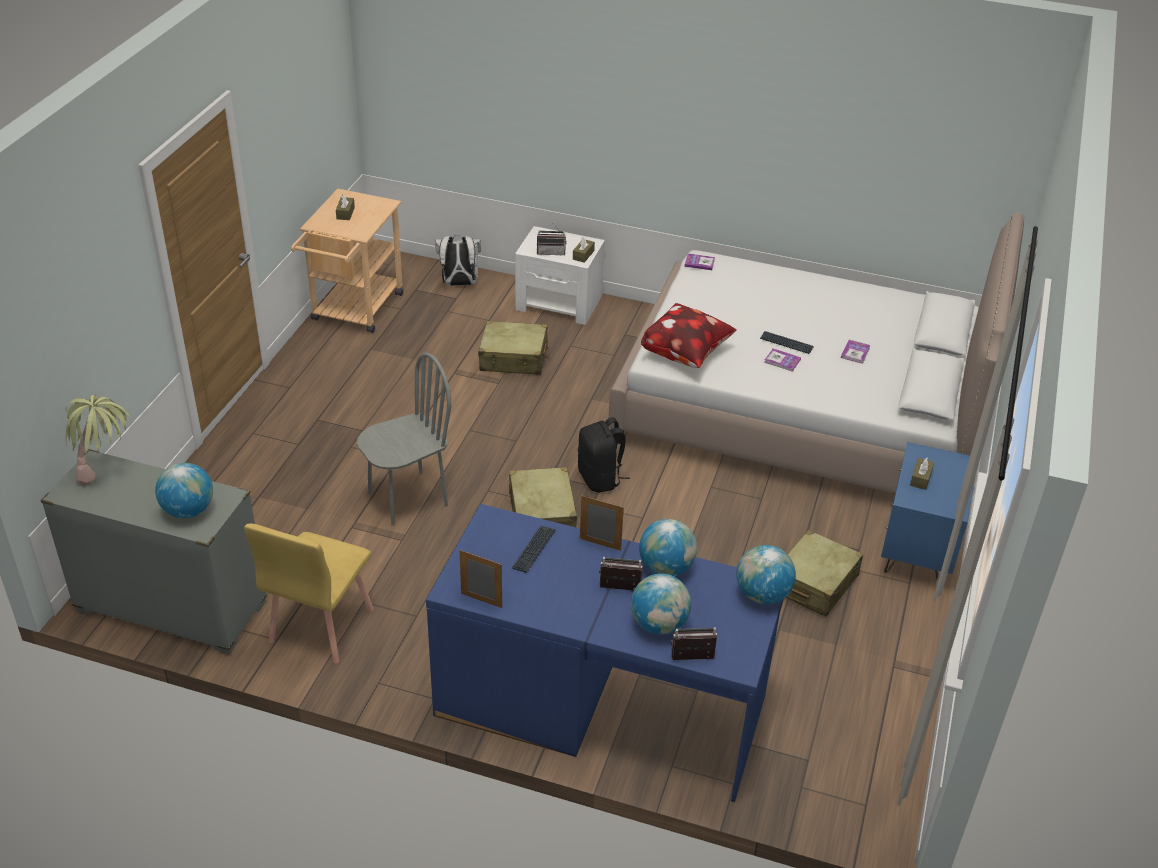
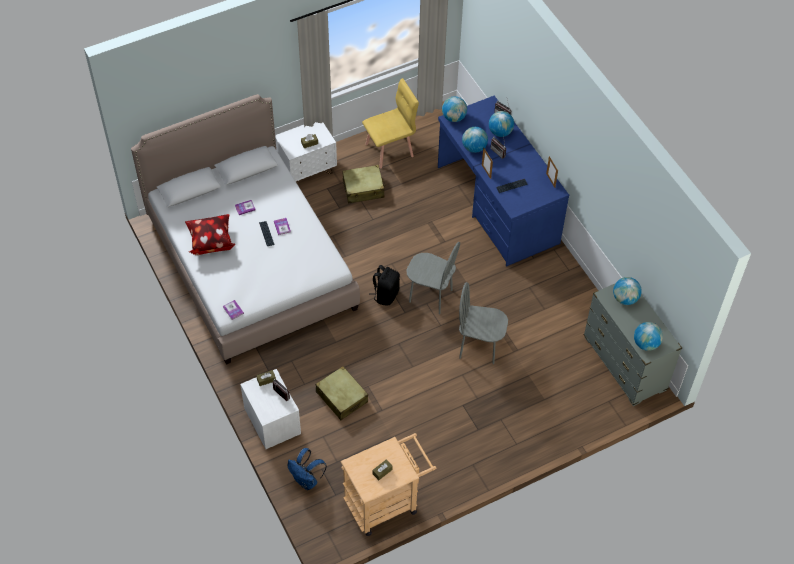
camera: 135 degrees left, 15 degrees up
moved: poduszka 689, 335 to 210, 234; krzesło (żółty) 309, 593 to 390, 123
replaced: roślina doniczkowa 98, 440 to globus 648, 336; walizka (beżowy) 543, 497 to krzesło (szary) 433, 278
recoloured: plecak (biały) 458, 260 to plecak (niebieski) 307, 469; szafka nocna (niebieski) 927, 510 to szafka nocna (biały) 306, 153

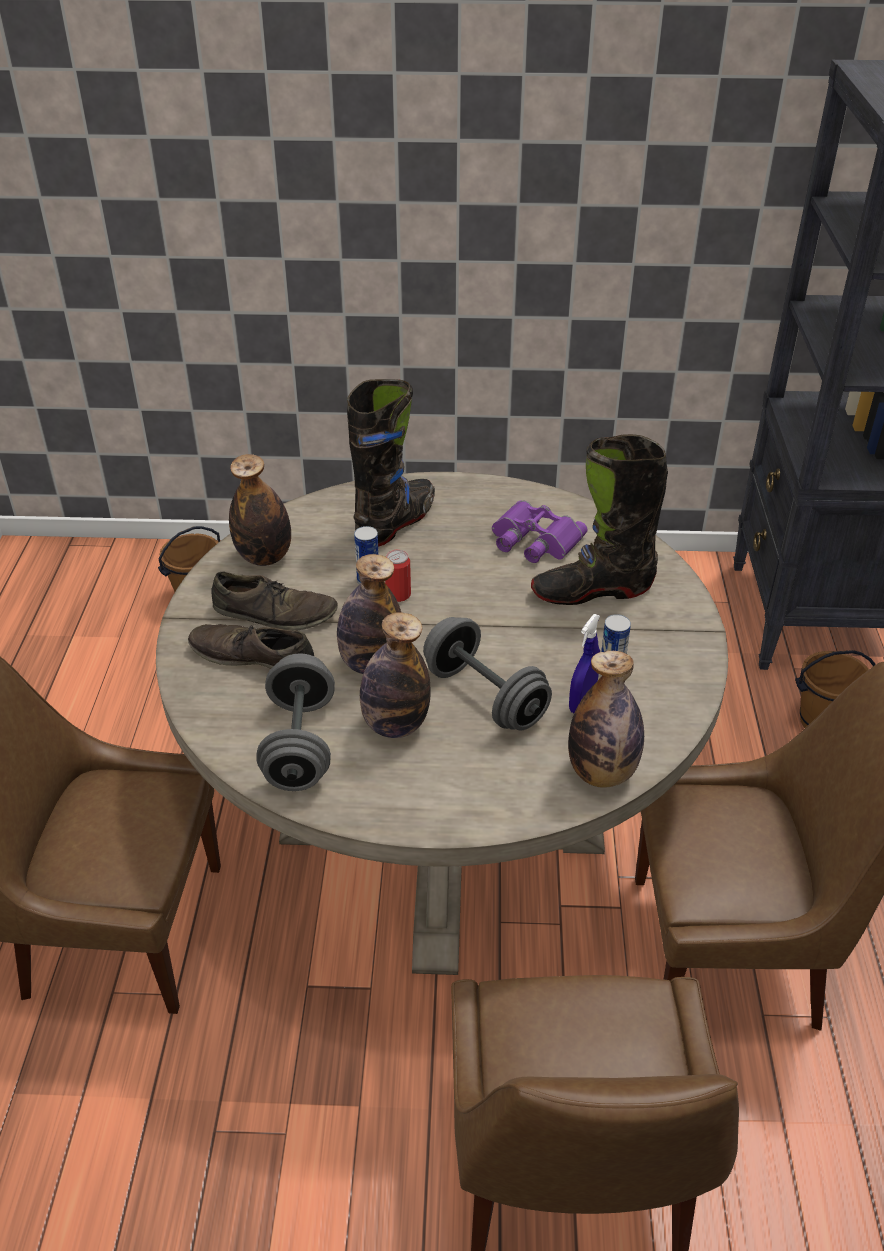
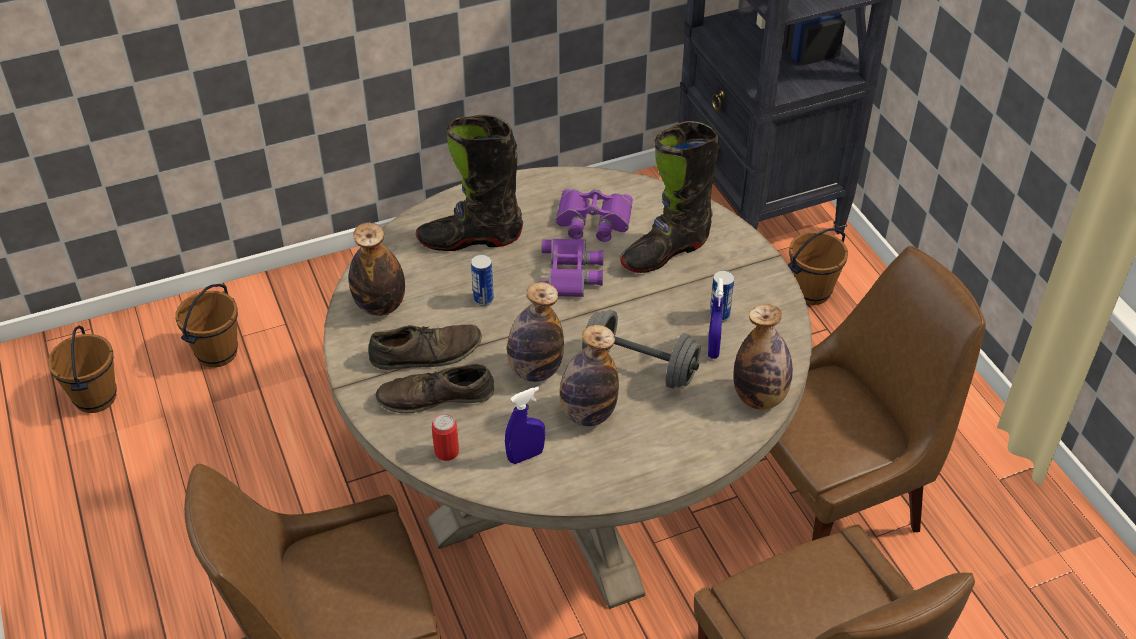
camera: 25 degrees left, 5 degrees up
added: lornetka (fioletowy) 571, 267; wiadro (brązowy) 82, 369
moved: puszka 398, 576 to 445, 437
replaced: hantel (szary) 295, 722 to spryskiwacz (niebieski) 525, 425
turned: but z cholewką (czarny) 391, 463 = 469, 183 105 degrees counterclockwise

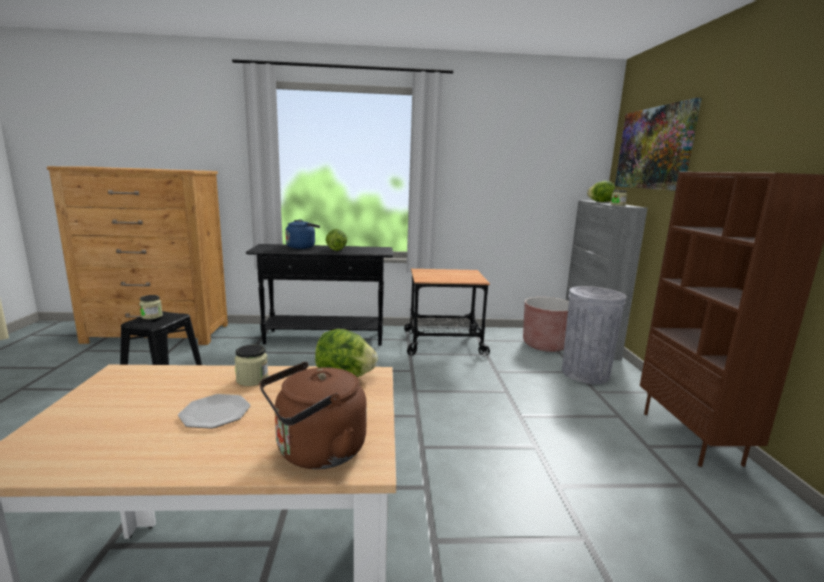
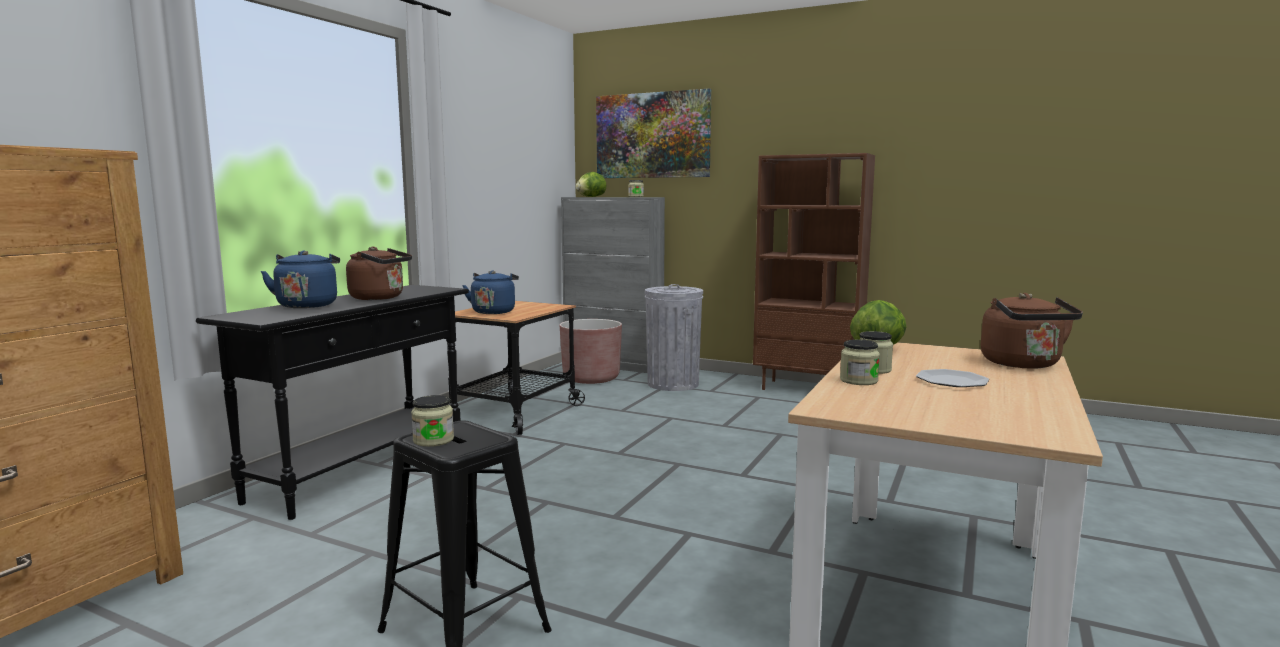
camera: 60 degrees left, 5 degrees down
added: czajnik (niebieski) 490, 292; słoik 860, 362
replaced: sałata 336, 240 to czajnik (brązowy) 379, 273

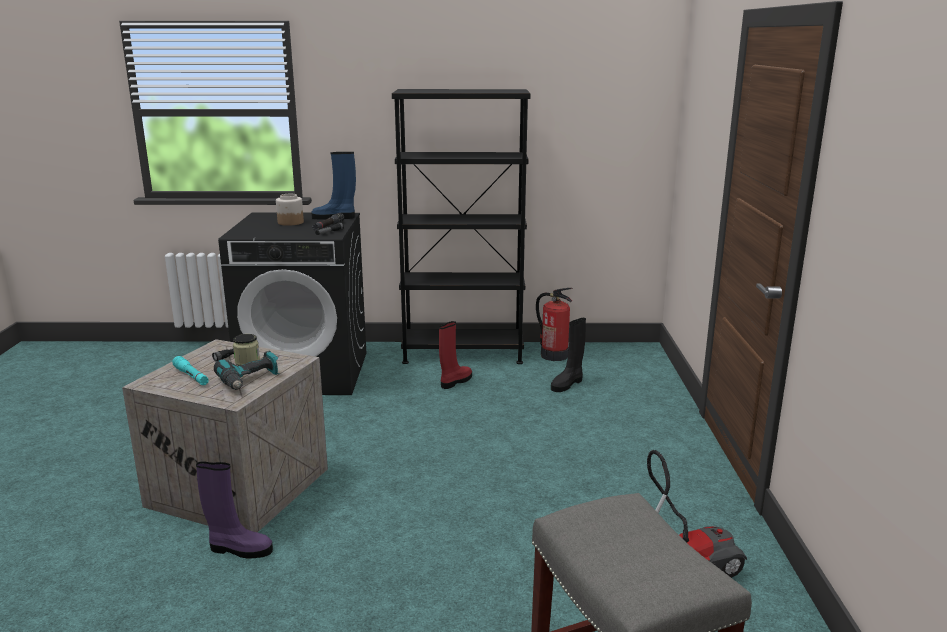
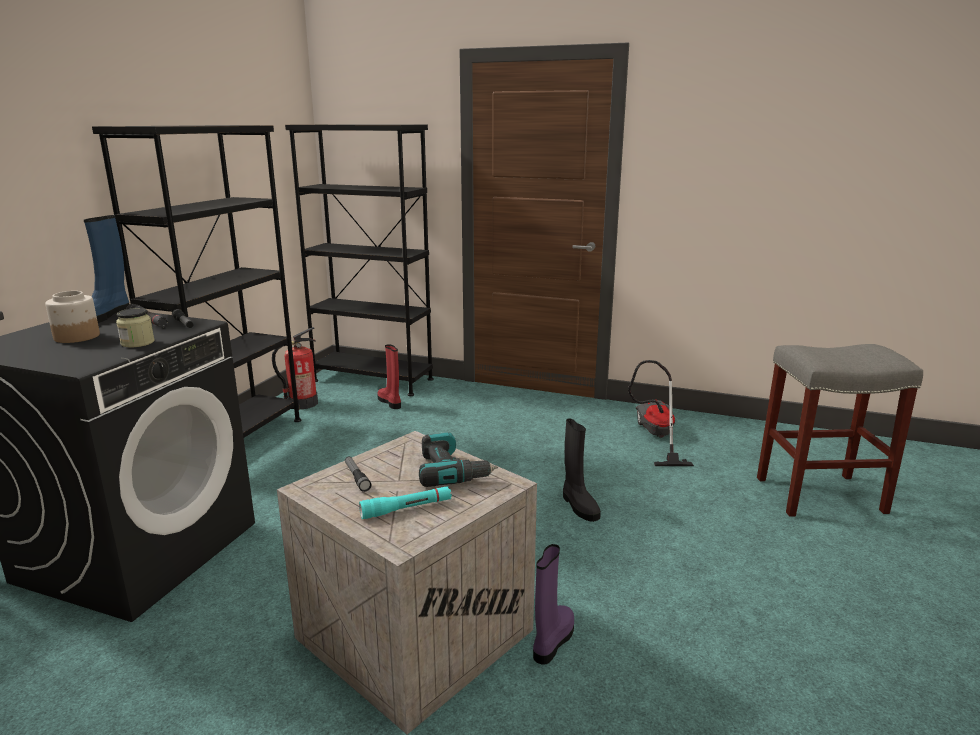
camera: 70 degrees left, 0 degrees up
added: regał (czarny) 359, 260
moved: but z cholewką (czarny) 568, 355 to 582, 470; but z cholewką (czerwony) 455, 355 to 389, 376; słoik 246, 349 to 135, 328

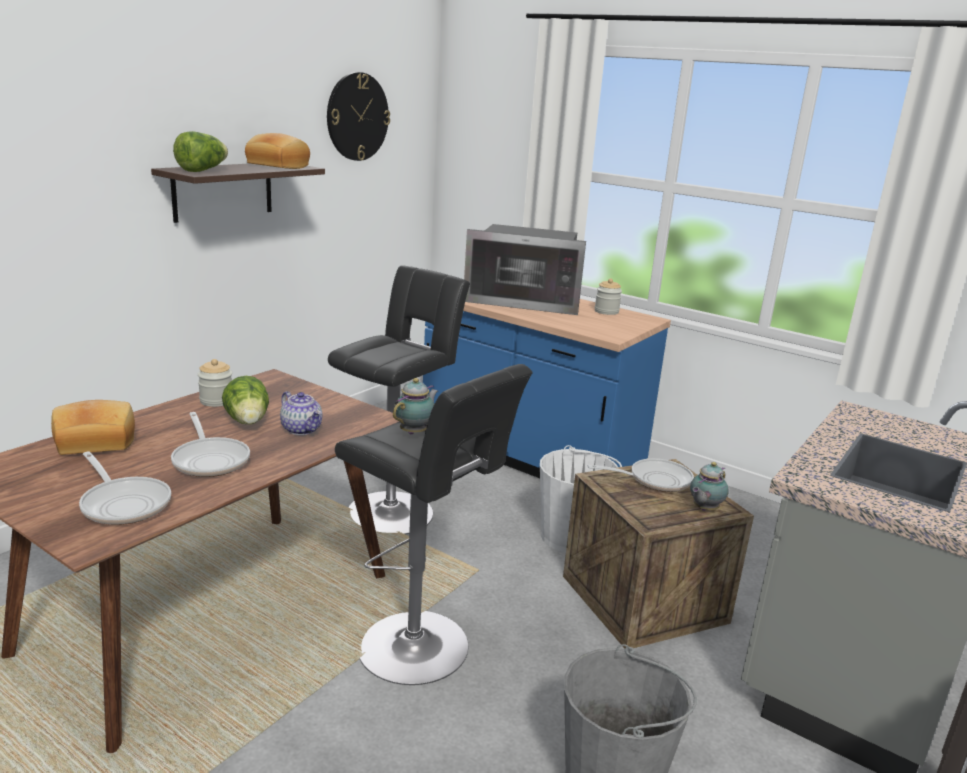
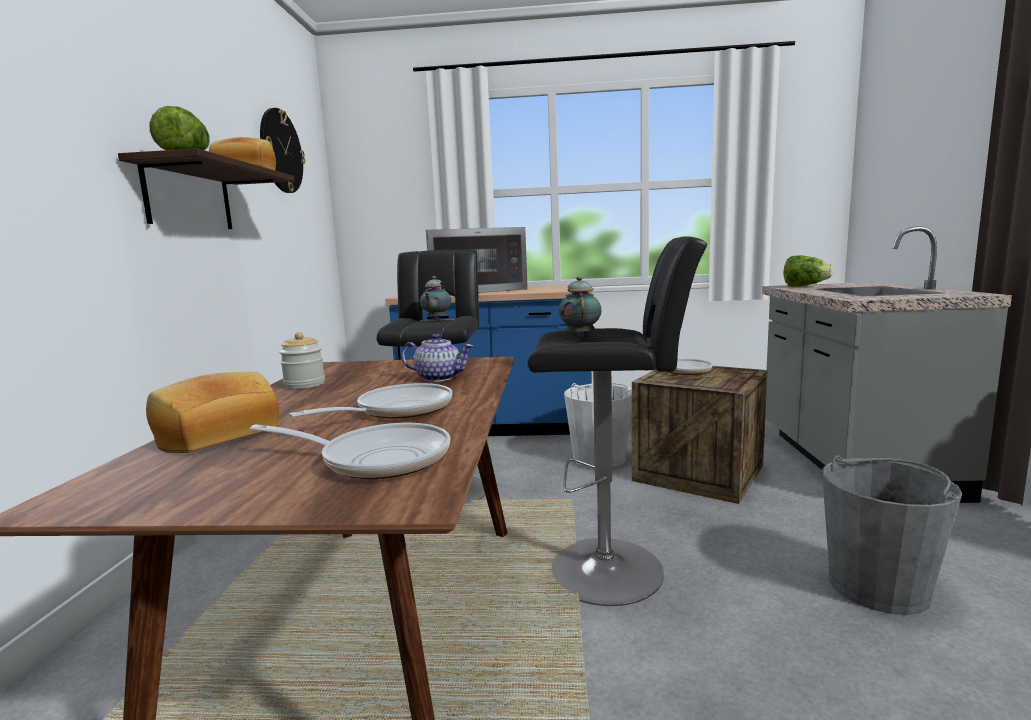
camera: 30 degrees left, 10 degrees down
removed: słoik 608, 297
moved: sałata 245, 400 to 808, 270; imbryk 709, 486 to 435, 298
turned: patelnia 210, 444 = 370, 401 75 degrees counterclockwise

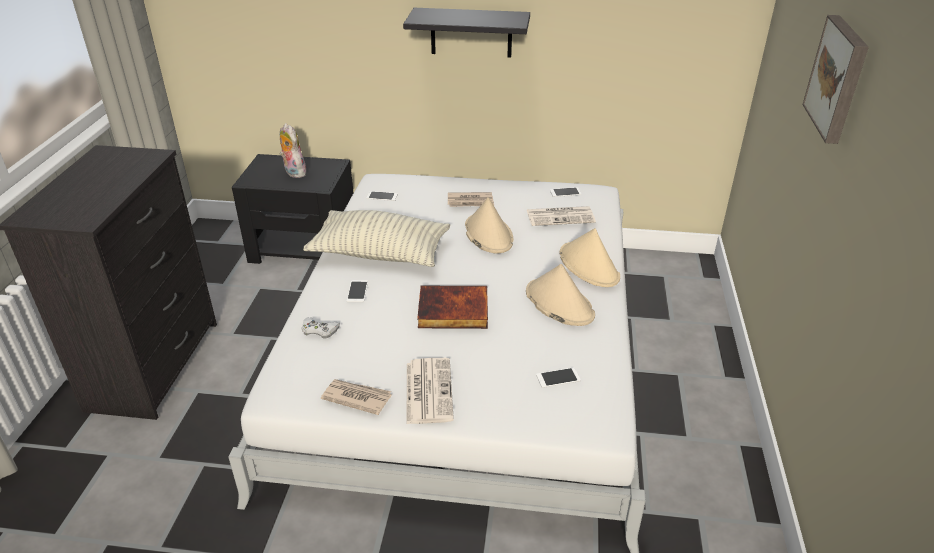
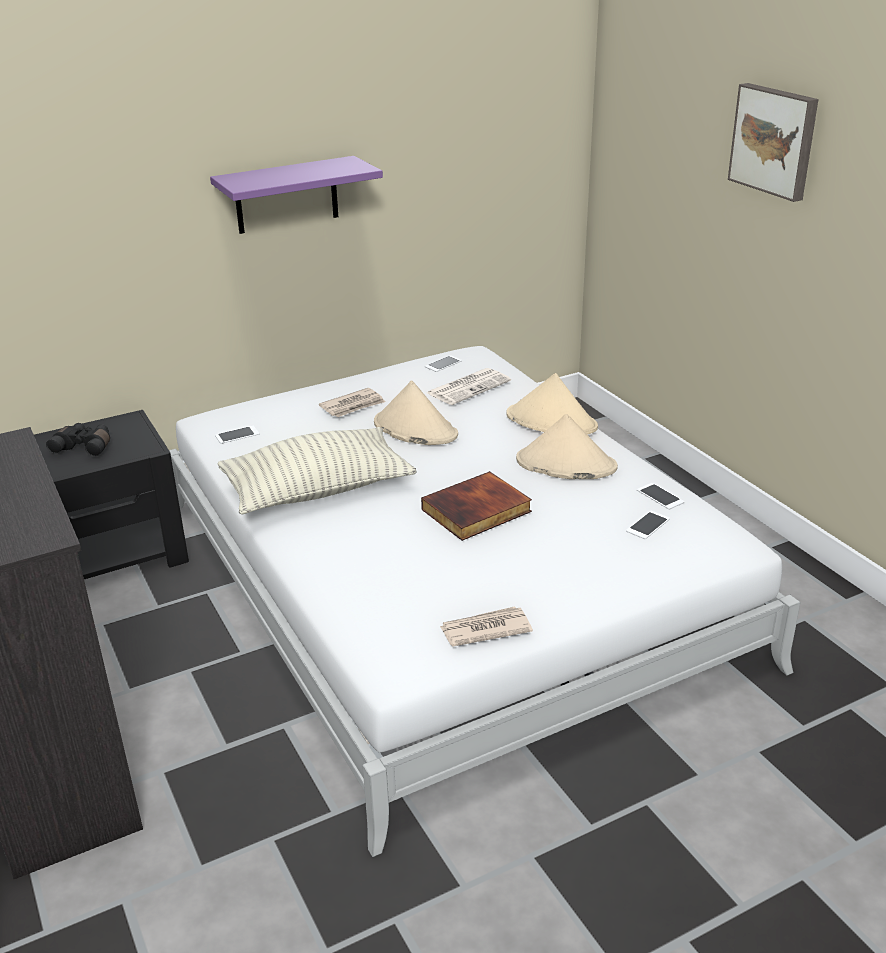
camera: 35 degrees left, 5 degrees down
removed: pad do gier (biały) 320, 327; gazeta 430, 391
moved: telefon 357, 291 to 660, 496
replaced: pluszak 292, 150 to lornetka (czarny) 78, 440
recoloured: półka (czarny) 466, 33 to półka (fioletowy) 296, 195

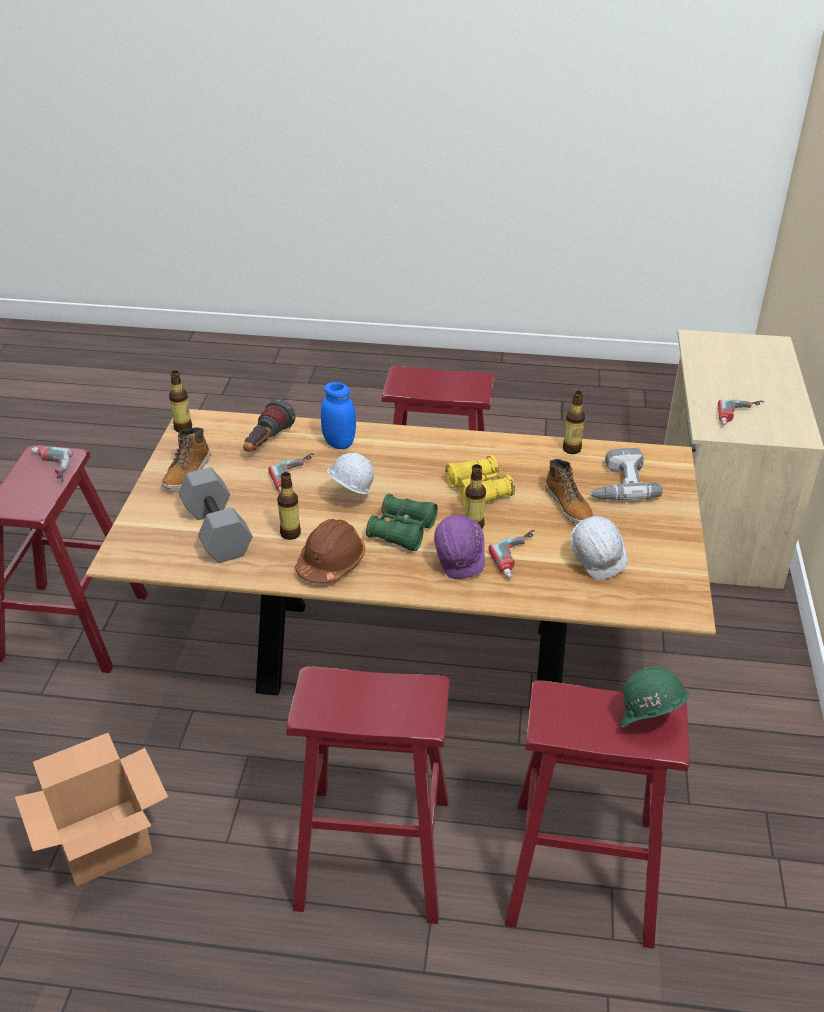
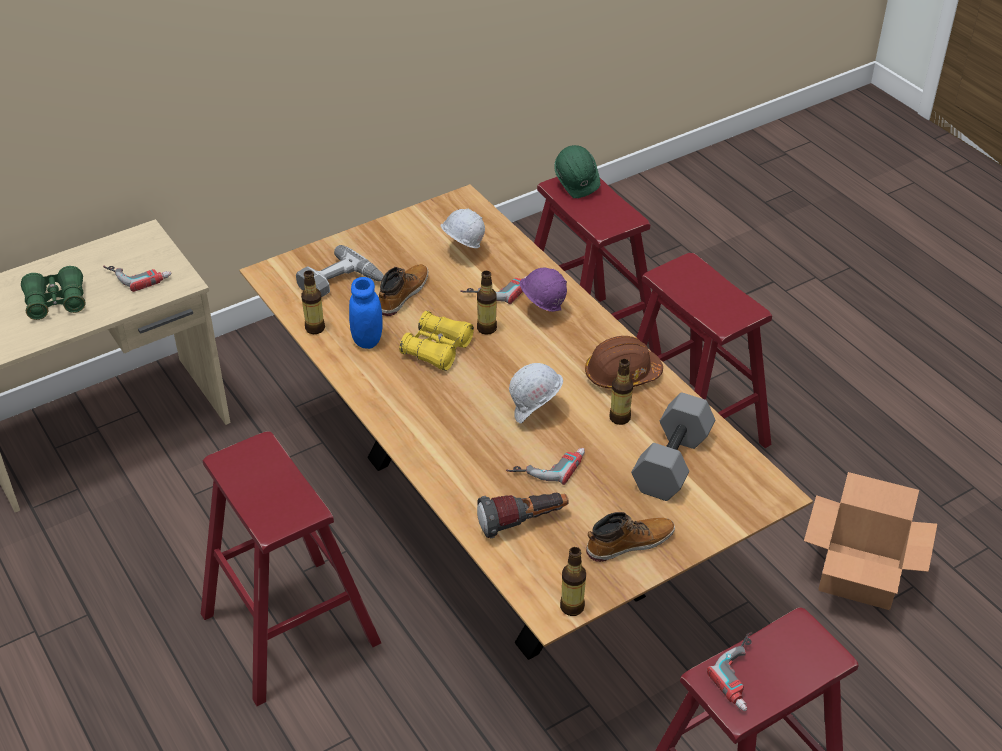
camera: 130 degrees left, 5 degrees up
moved: słoik (niebieski) 338, 415 to 366, 313; lornetka (zielony) 402, 522 to 53, 293

